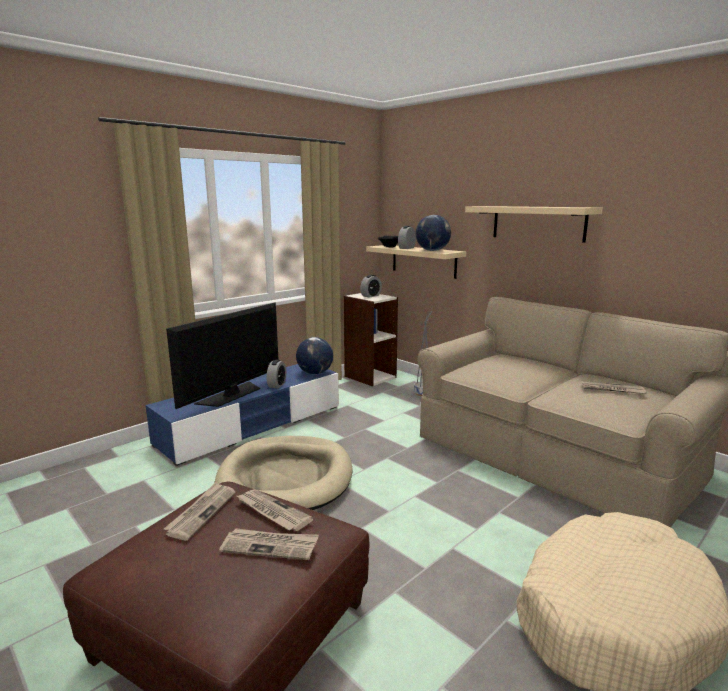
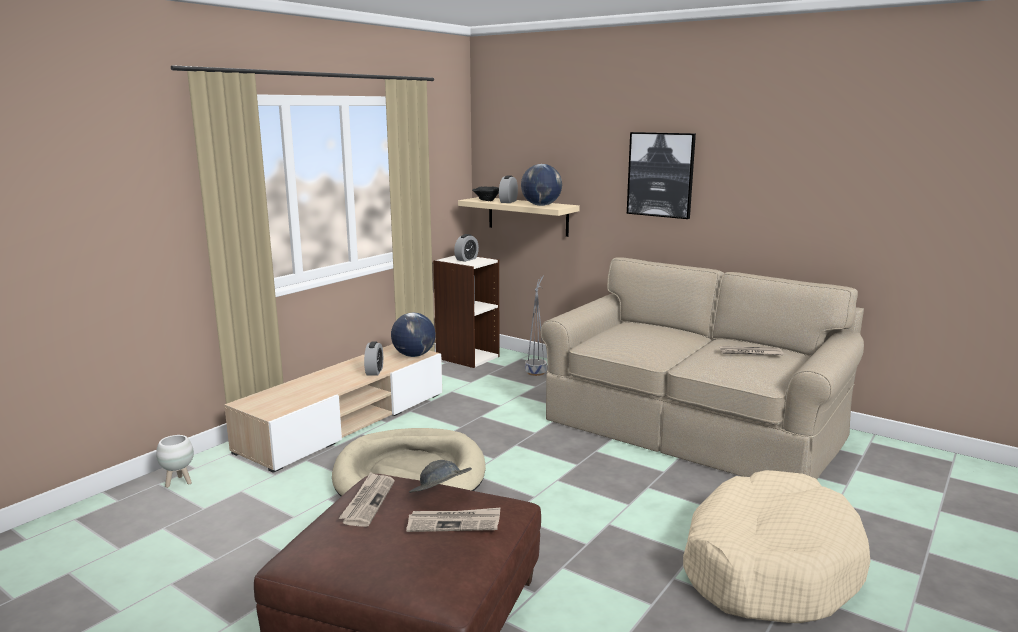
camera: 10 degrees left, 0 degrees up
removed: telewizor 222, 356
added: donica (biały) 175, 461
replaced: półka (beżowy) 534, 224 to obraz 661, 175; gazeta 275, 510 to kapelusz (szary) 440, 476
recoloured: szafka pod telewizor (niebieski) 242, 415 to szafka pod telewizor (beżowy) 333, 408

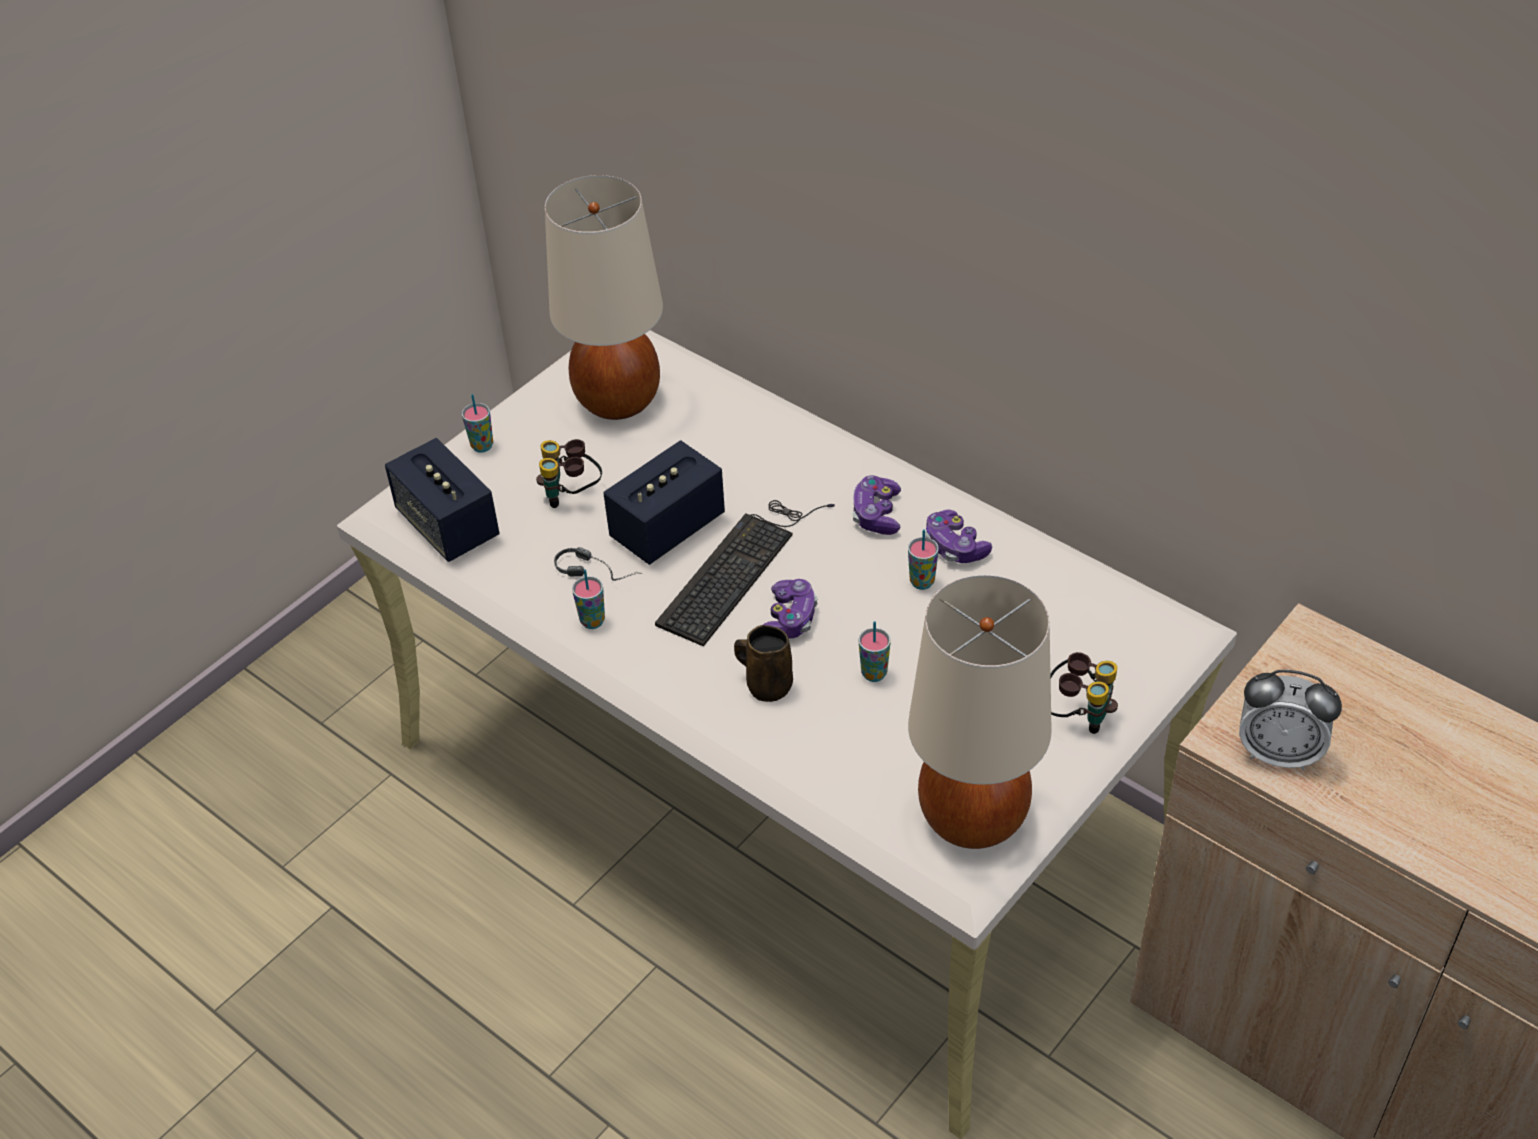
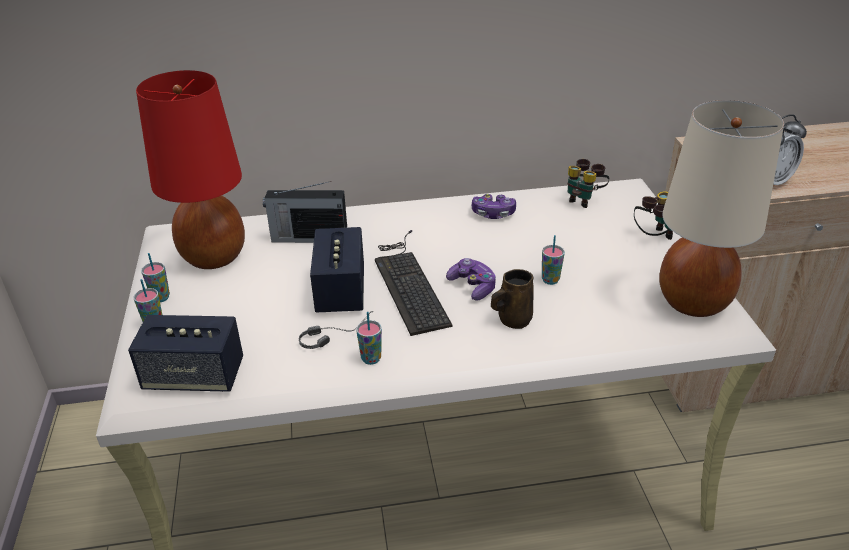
camera: 50 degrees left, 10 degrees down
removed: pad do gier 877, 505
added: radio 305, 212
moved: lornetka 569, 473 to 588, 183; filiżanka 923, 559 to 155, 277
recoloured: lampa stołowa (beżowy) 604, 297 to lampa stołowa (czerwony) 190, 169

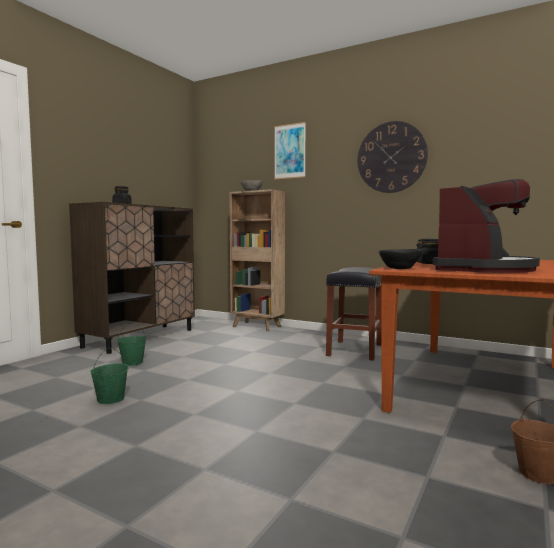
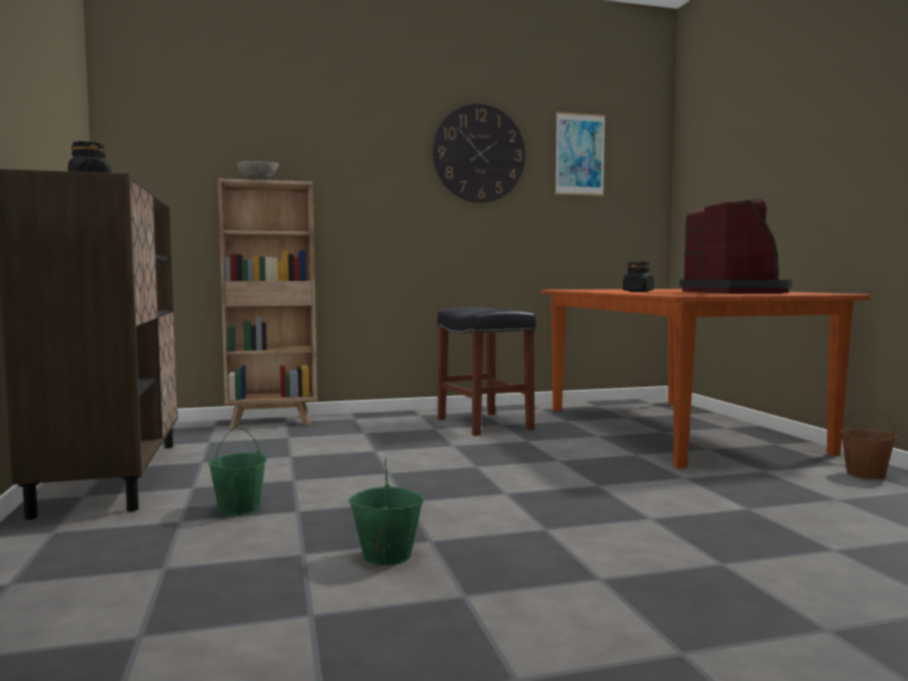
camera: 45 degrees left, 0 degrees up
removed: miska (czarny) 401, 259
moved: obraz 290, 150 to 580, 154

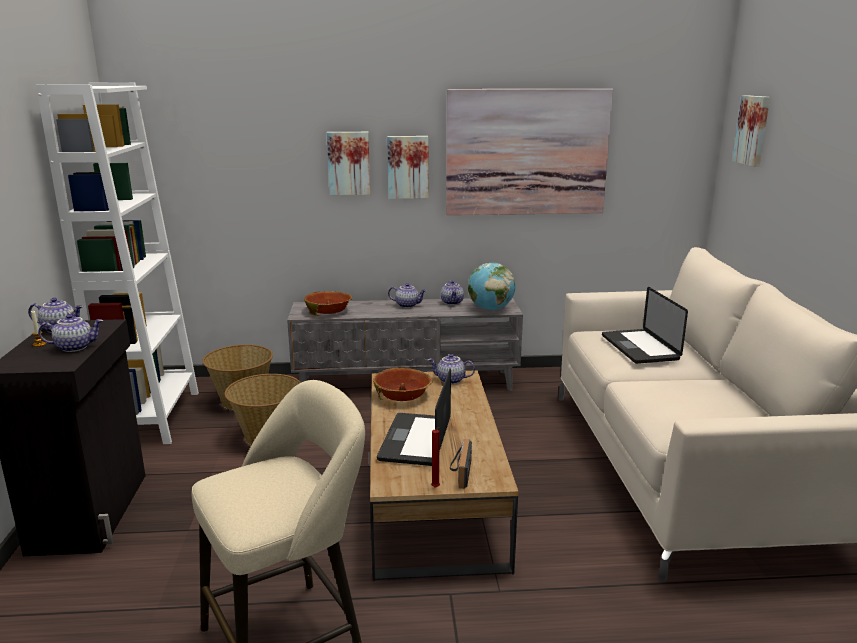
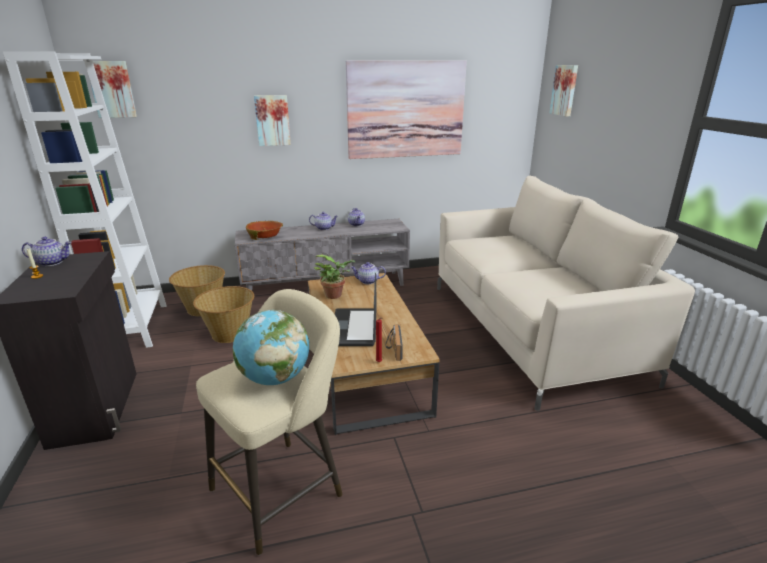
camera: 10 degrees left, 5 degrees up
removed: laptop 645, 325; imbryk 70, 333
moved: obraz 407, 167 to 114, 89; globus 491, 286 to 271, 347
replaced: miska 403, 384 to roślina doniczkowa 335, 276

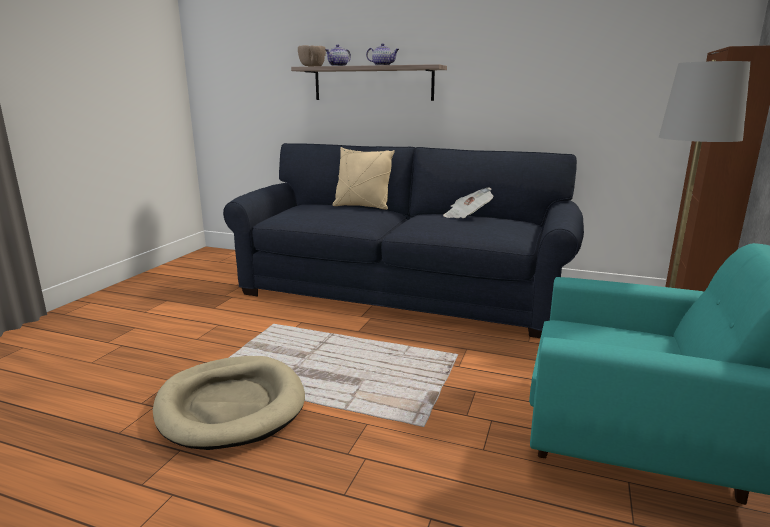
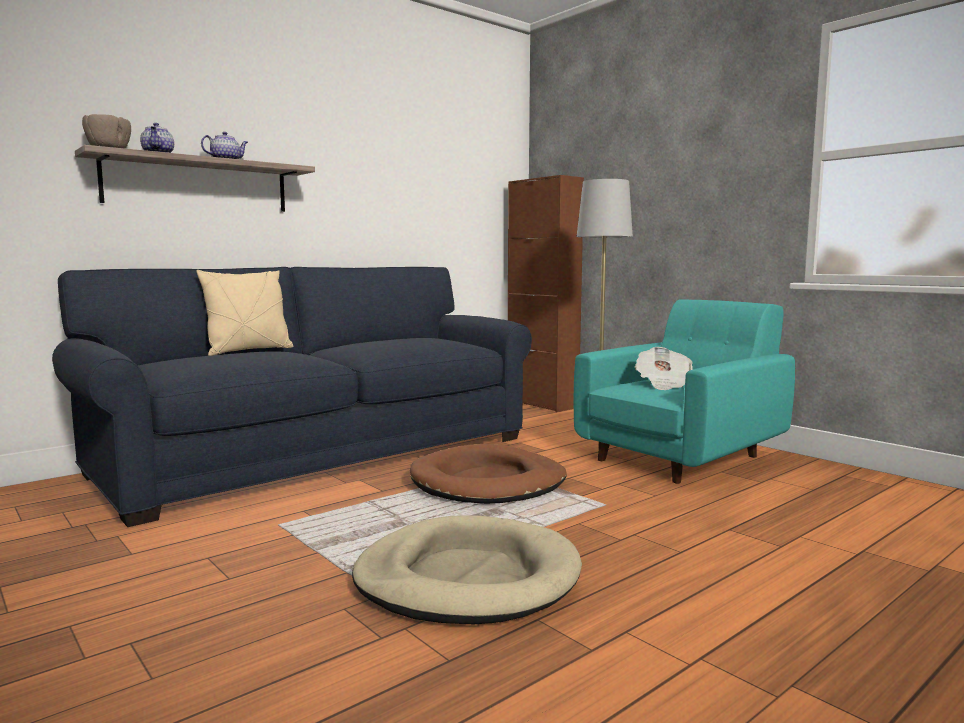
camera: 60 degrees left, 10 degrees down
added: legowisko (brązowy) 488, 474
moved: gazeta 468, 202 to 664, 368

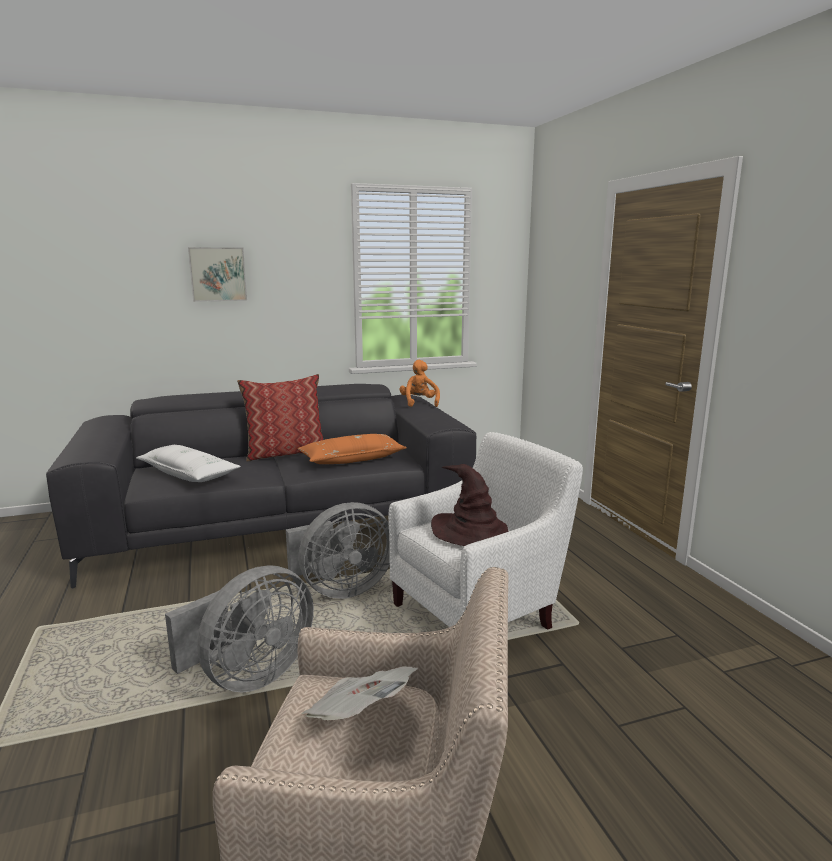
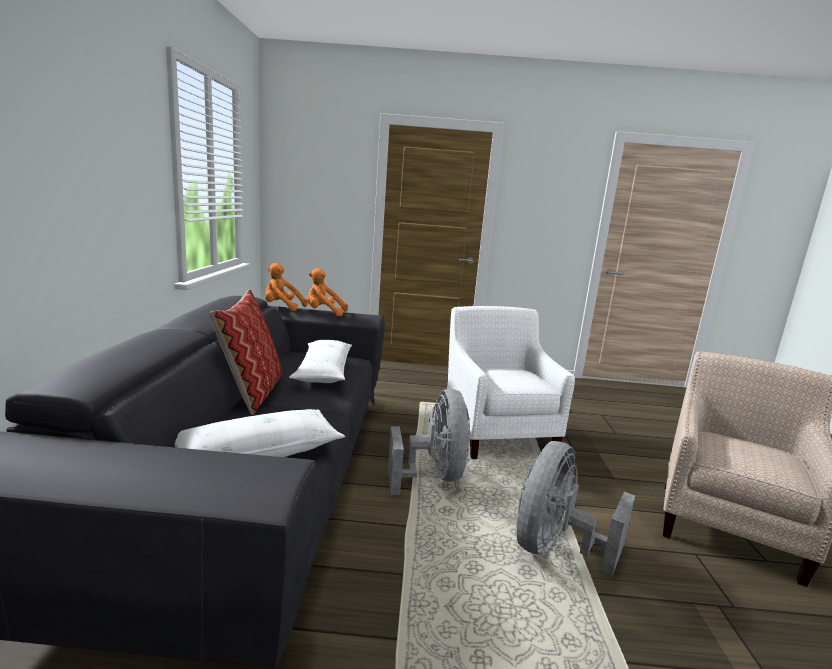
camera: 70 degrees left, 0 degrees up
removed: obraz 217, 274; kapelusz (brązowy) 470, 505; gazeta 359, 693
added: pluszak (pomarańczowy) 327, 292
recoloured: poduszka (pomarańczowy) 352, 449 to poduszka (biały) 320, 361
turned: wentylator (szary) 239, 628 = 576, 508 120 degrees counterclockwise

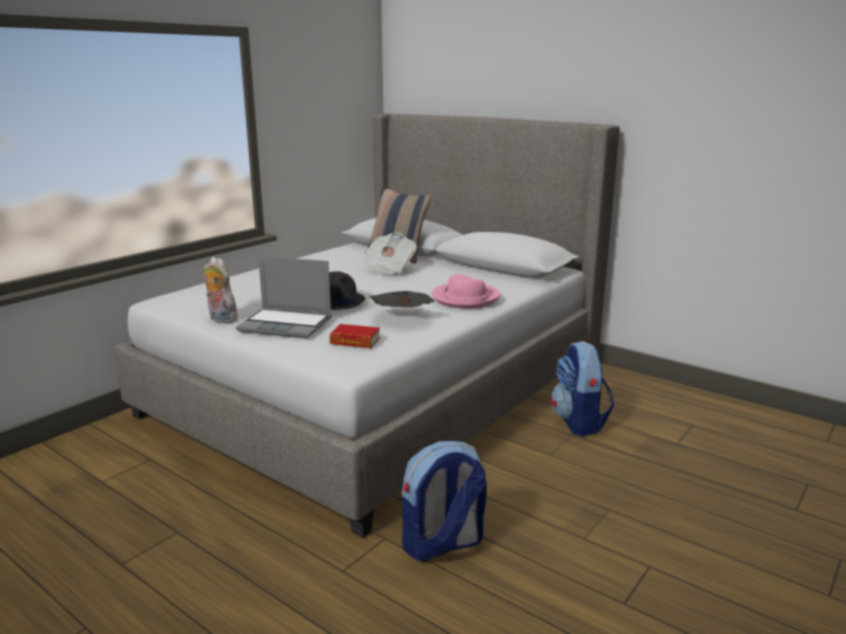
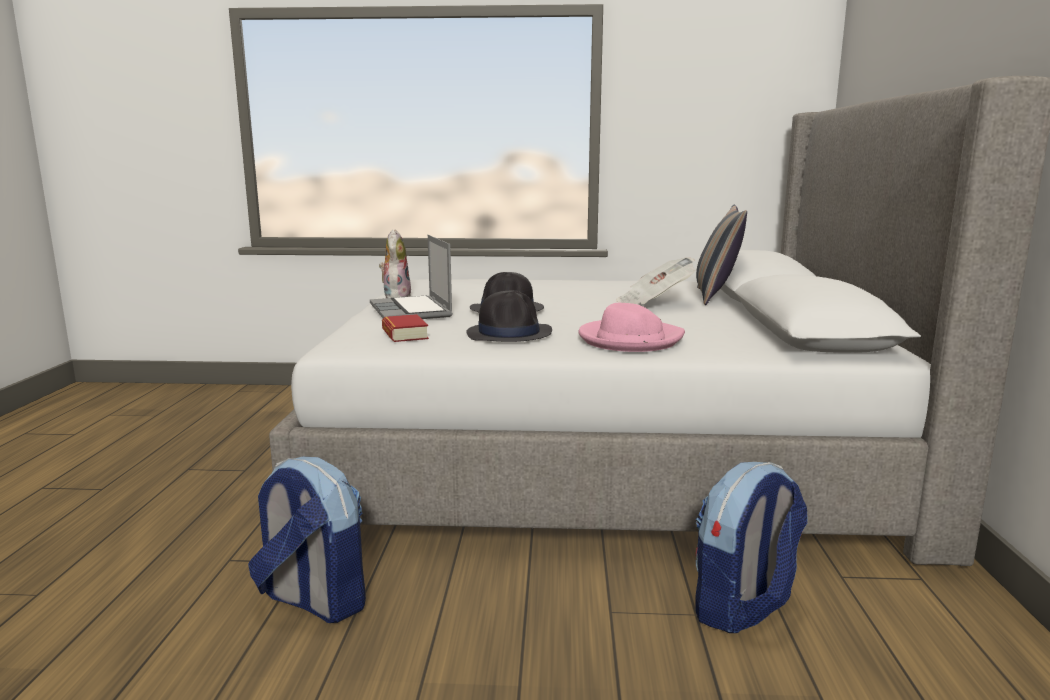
camera: 55 degrees right, 5 degrees down
replaced: gazeta 402, 299 to kapelusz (czarny) 509, 316

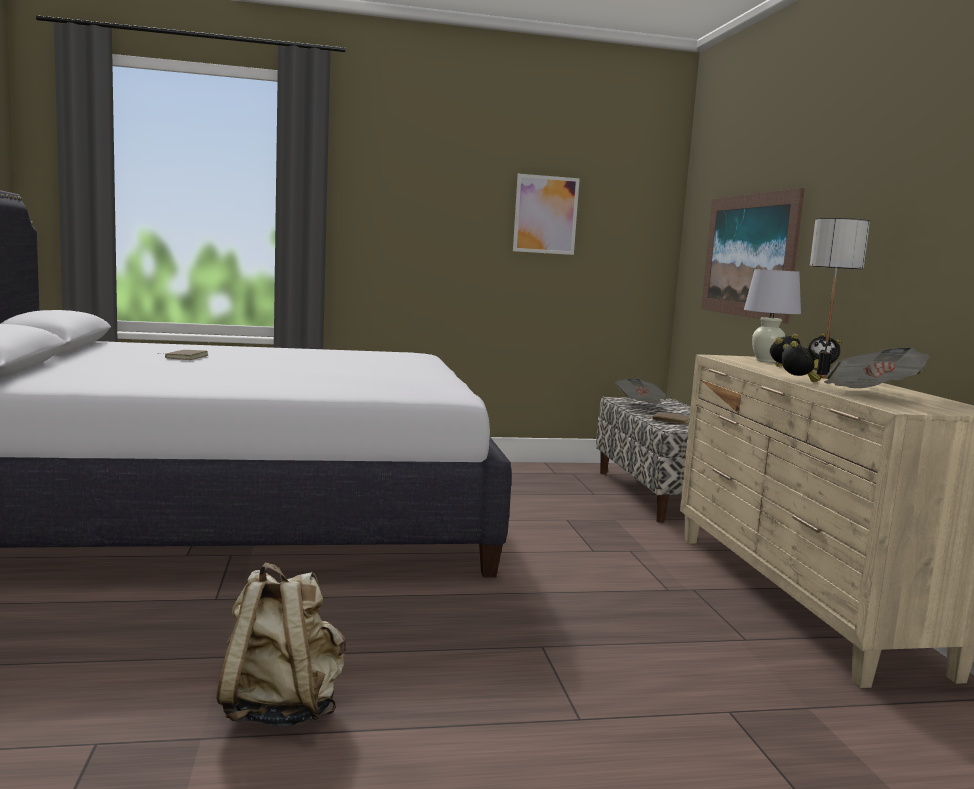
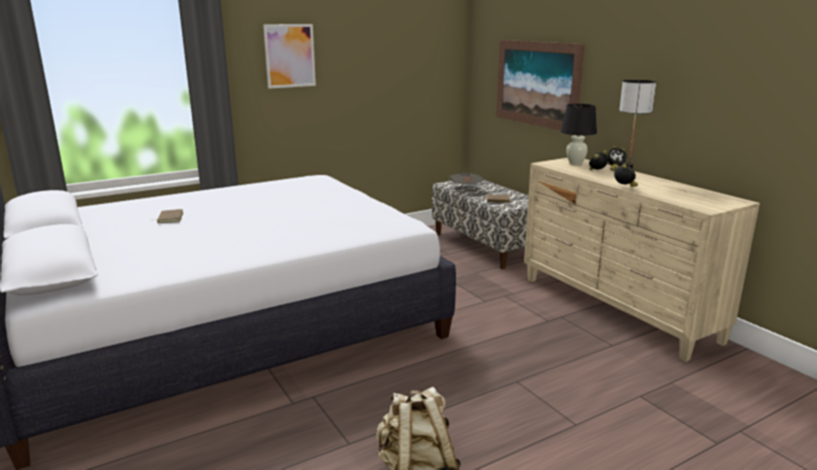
camera: 20 degrees left, 10 degrees up
removed: gazeta 876, 367
moved: obraz 546, 214 to 289, 56
recoloured: lampa stołowa (biały) 772, 315 to lampa stołowa (czarny) 579, 134

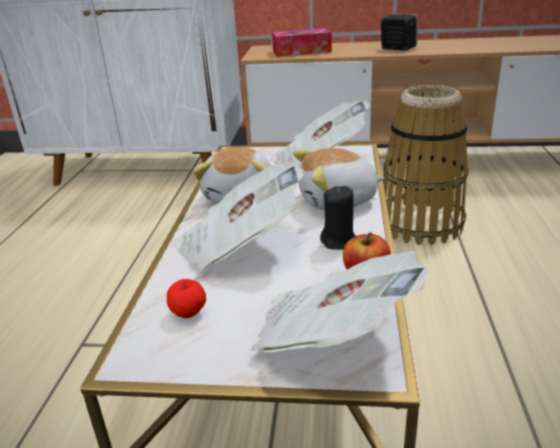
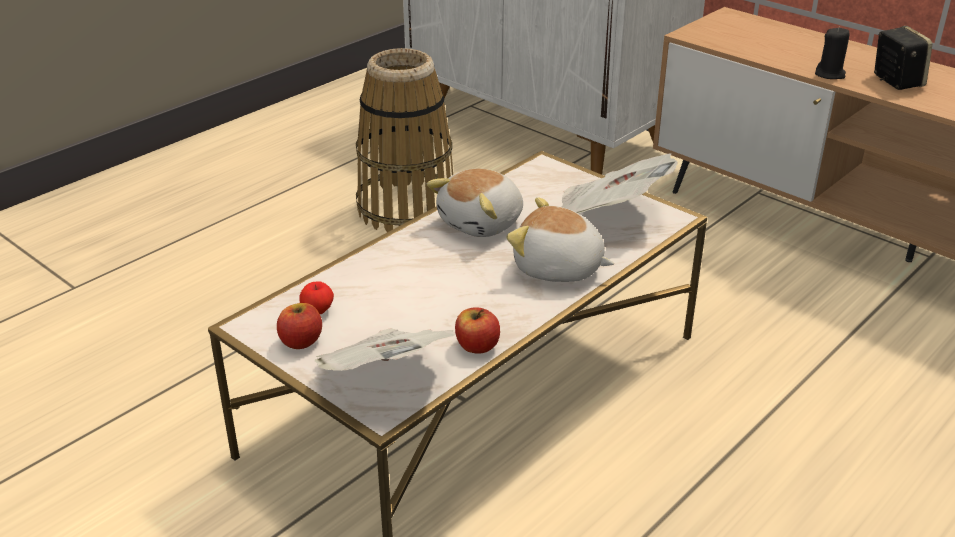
camera: 35 degrees right, 5 degrees up
removed: pudełko chusteczek 302, 42; gazeta 239, 218
added: jabłko 299, 326
moved: koszyk 426, 165 to 404, 140; świeca (czarny) 338, 218 to 832, 53

